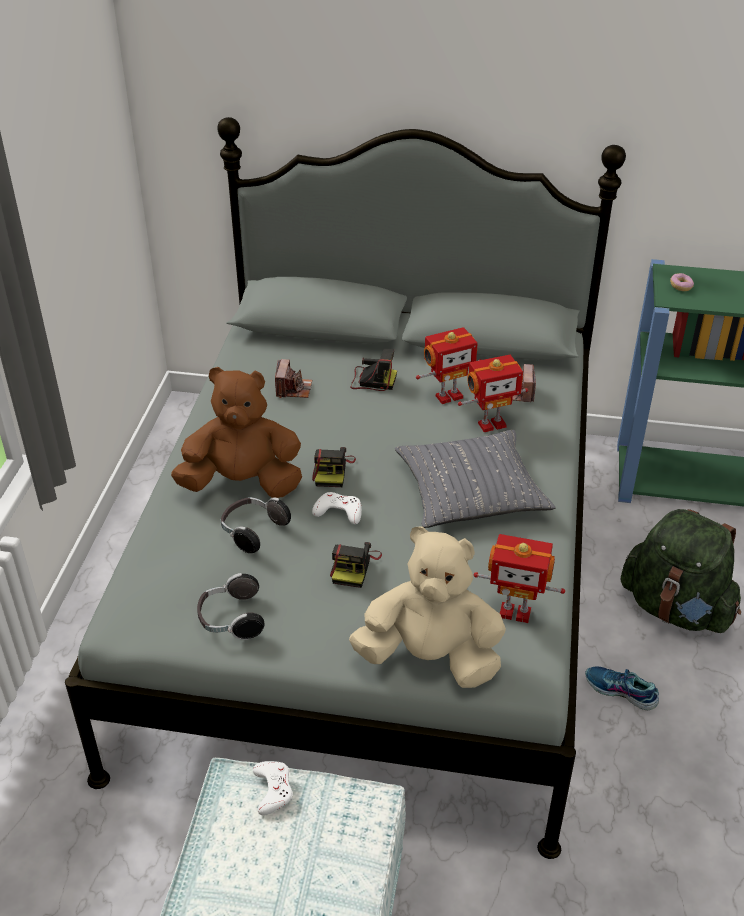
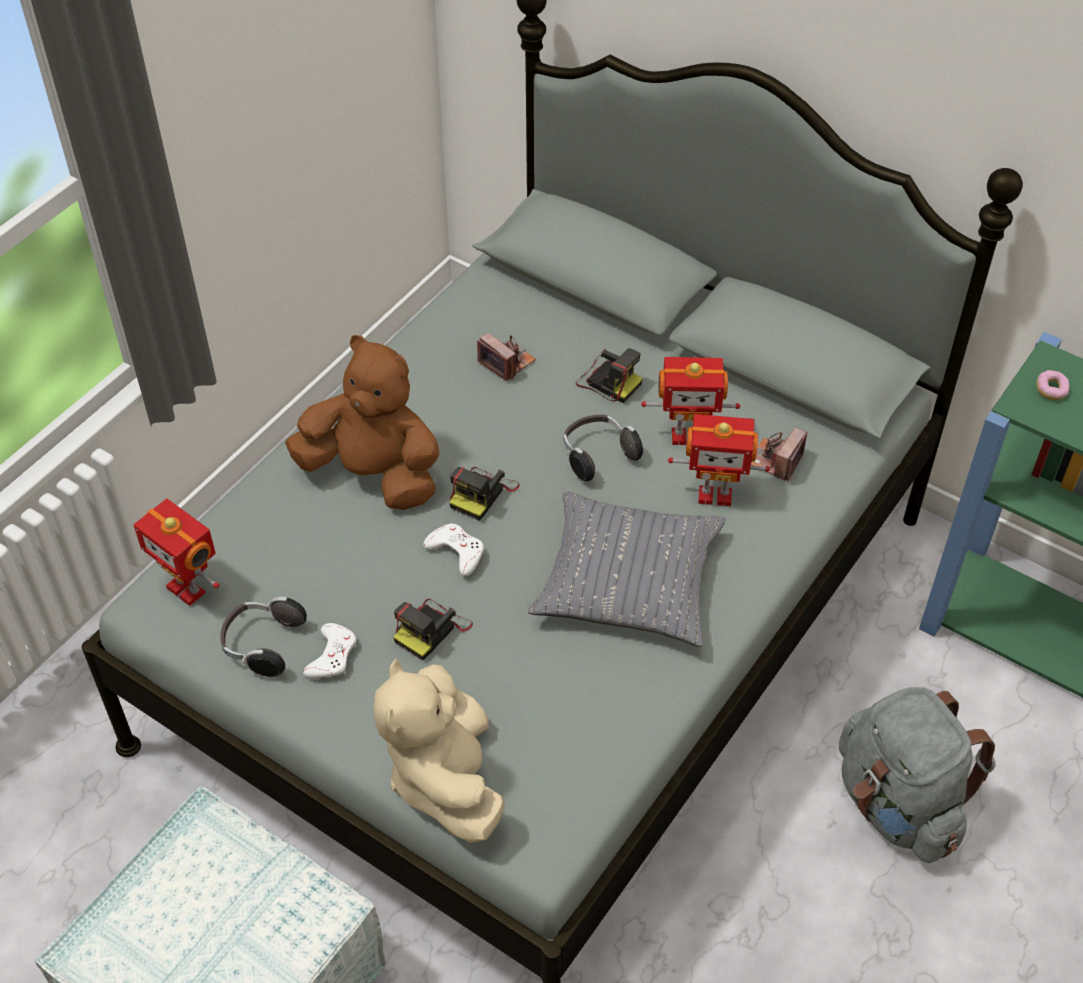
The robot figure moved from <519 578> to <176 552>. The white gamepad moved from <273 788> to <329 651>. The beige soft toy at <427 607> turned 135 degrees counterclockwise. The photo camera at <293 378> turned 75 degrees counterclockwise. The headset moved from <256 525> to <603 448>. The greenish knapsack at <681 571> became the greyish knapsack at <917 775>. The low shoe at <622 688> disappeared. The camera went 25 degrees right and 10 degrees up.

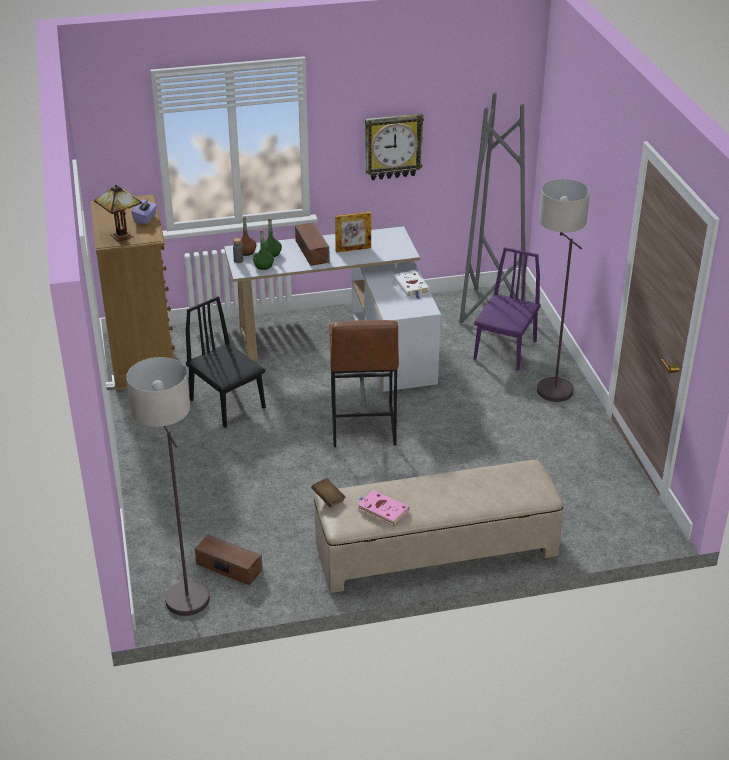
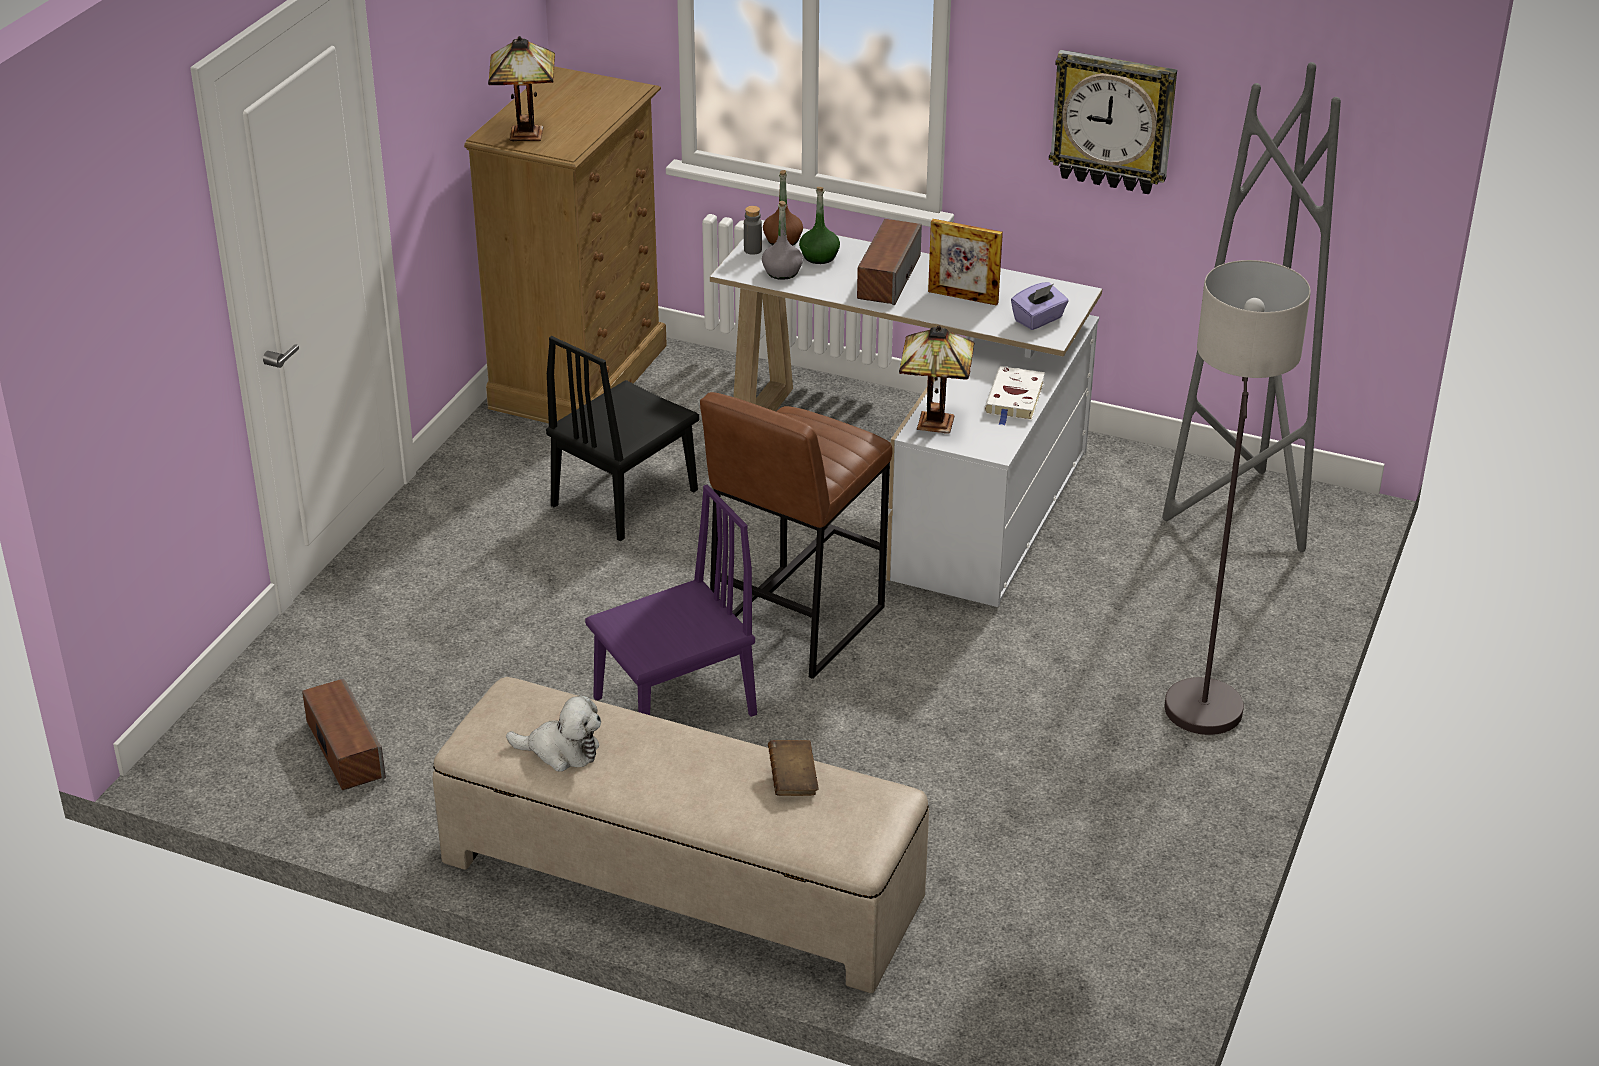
The pink-coloured bound book at <384 508> was replaced by the soft toy at <553 733>. The black-coloured plain chair at <226 362> turned 135 degrees counterclockwise. The purplish plain chair moved from <507 309> to <671 601>. The greenish beverage bottle at <263 250> became the greyish beverage bottle at <782 240>. The brown-coloured bound book moved from <328 493> to <793 768>. The tabletop lamp at <936 380> appeared. The purplish tissue holder moved from <144 211> to <1040 306>. The greyish standing lamp at <168 486> disappeared. The camera went 35 degrees right and 0 degrees up.

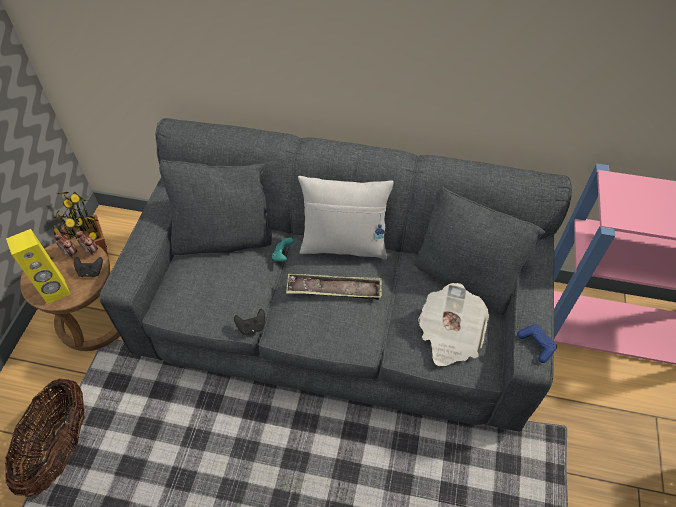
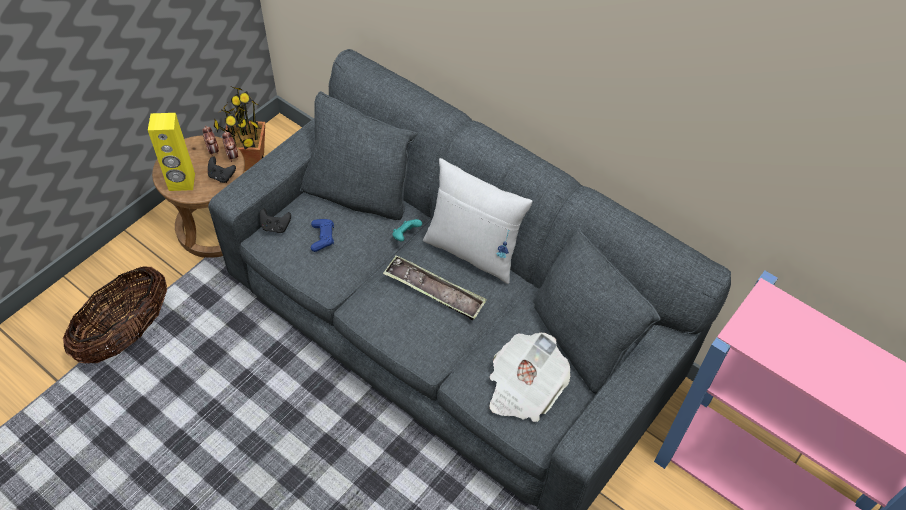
The black-coloured gamepad moved from <249 322> to <275 220>. The blue gamepad moved from <537 344> to <322 235>. The camera went 25 degrees right and 0 degrees up.

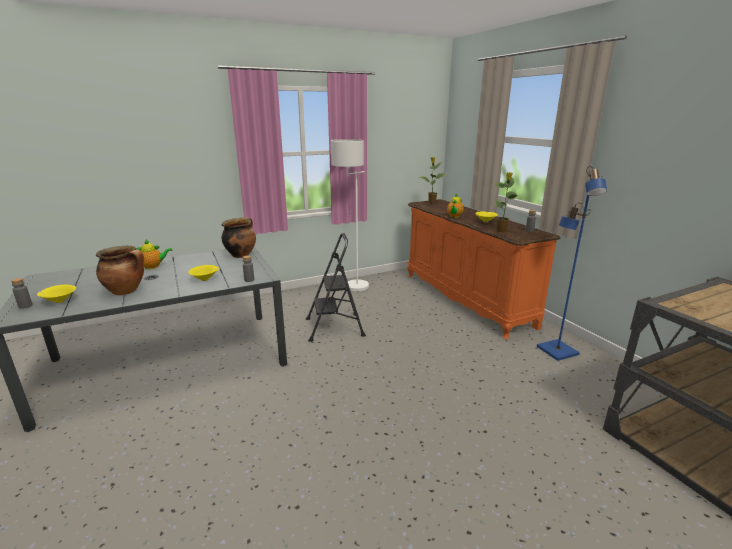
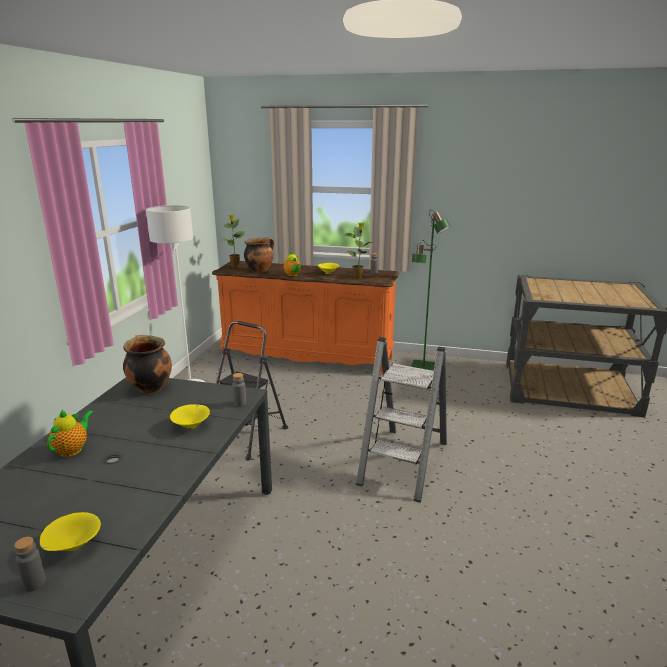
The cooking pot moved from <120 270> to <259 255>. The greyish stepladder at <401 420> appeared. The blue standing lamp at <572 263> became the greenish standing lamp at <430 290>. The camera went 50 degrees left and 0 degrees up.

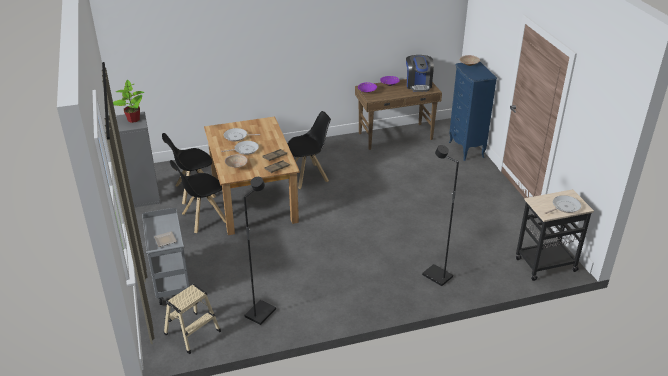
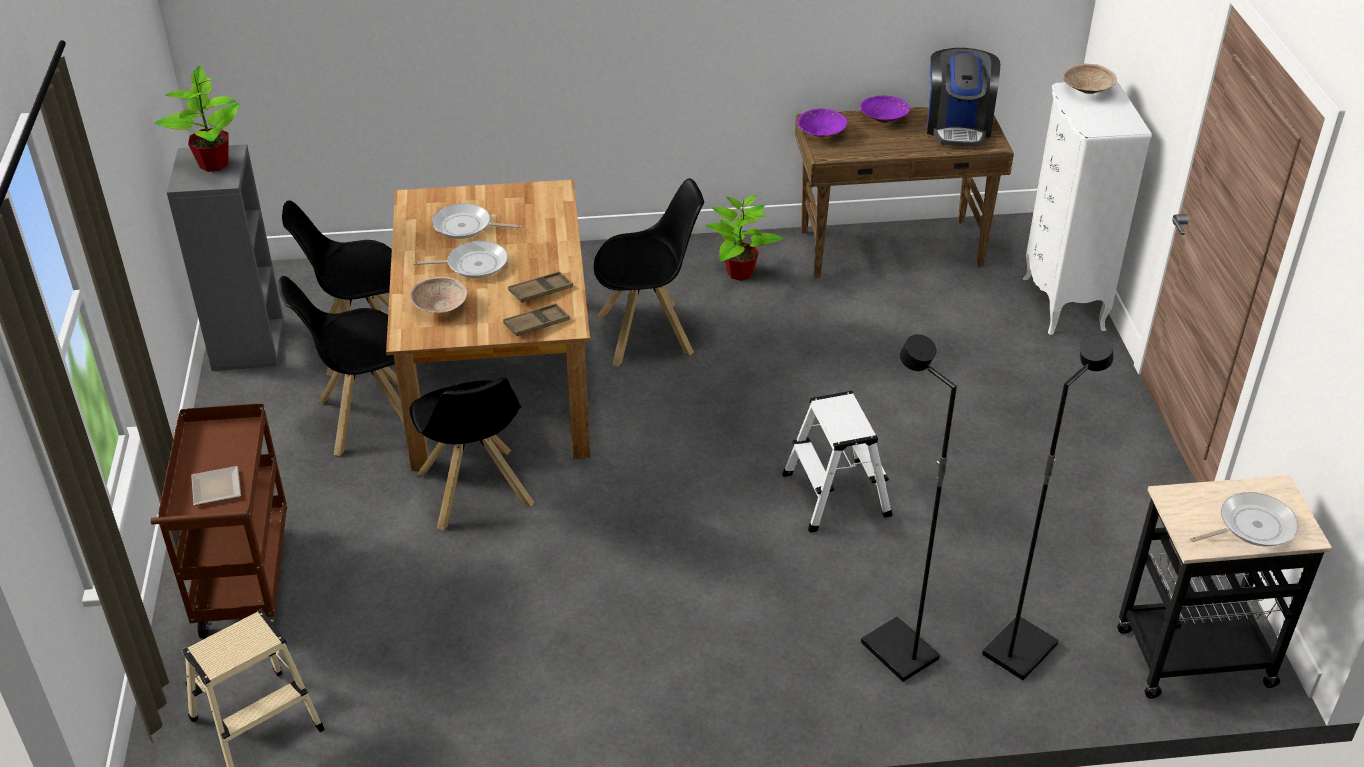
The greyish wheeled cart at <166 256> became the brown-coloured wheeled cart at <219 521>. The black-coloured plain chair at <471 454> appeared. The houseplant at <744 238> appeared. The white stepladder at <837 462> appeared. The black-coloured standing lamp moved from <260 251> to <1047 507>. The blue drawer chest at <473 111> became the white drawer chest at <1087 208>. The camera went 10 degrees right and 5 degrees up.

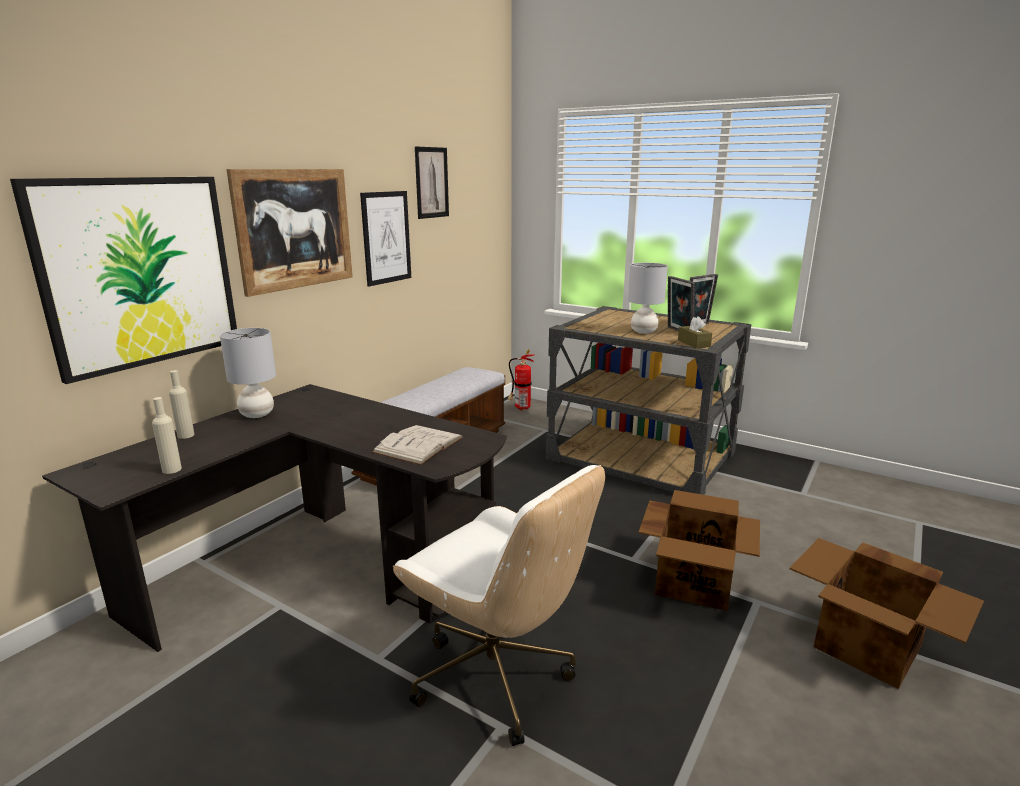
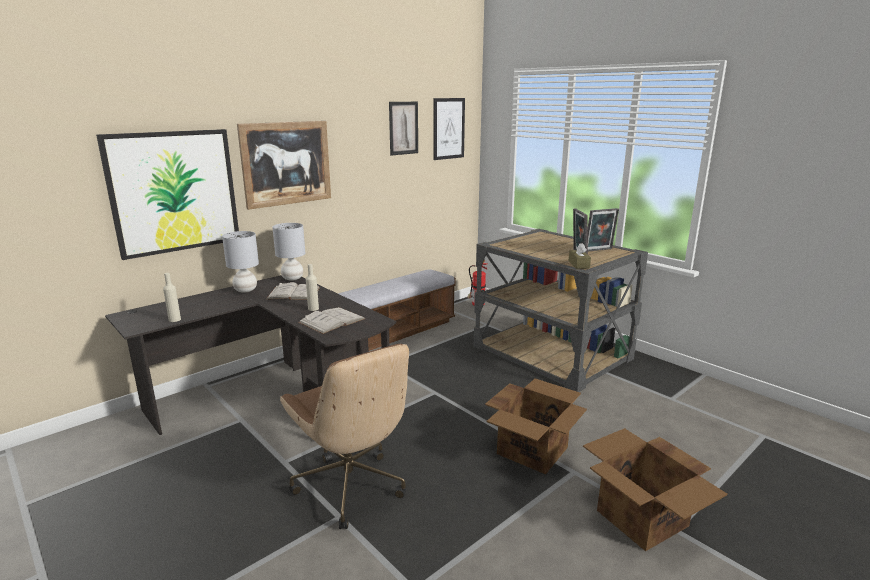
The white bound book at <293 291> appeared. The greyish tabletop lamp moved from <648 298> to <288 252>. The white desk chair at <499 605> became the brown-coloured desk chair at <344 436>. The beige beverage bottle moved from <182 404> to <312 287>. The picture moved from <385 239> to <449 129>. The camera went 15 degrees right and 0 degrees up.

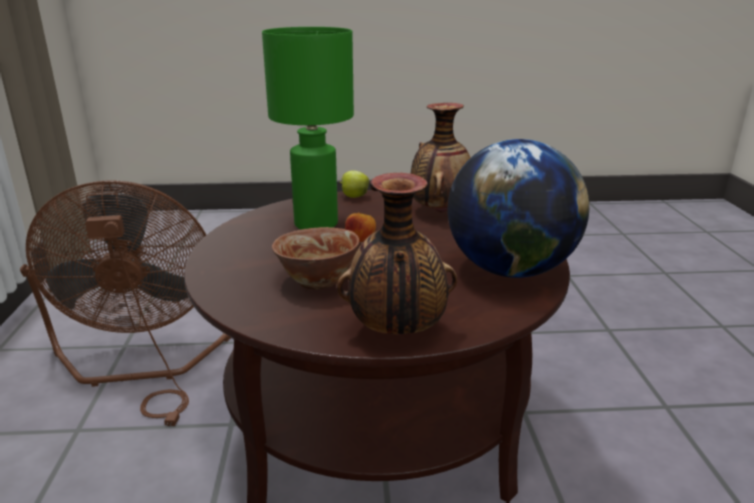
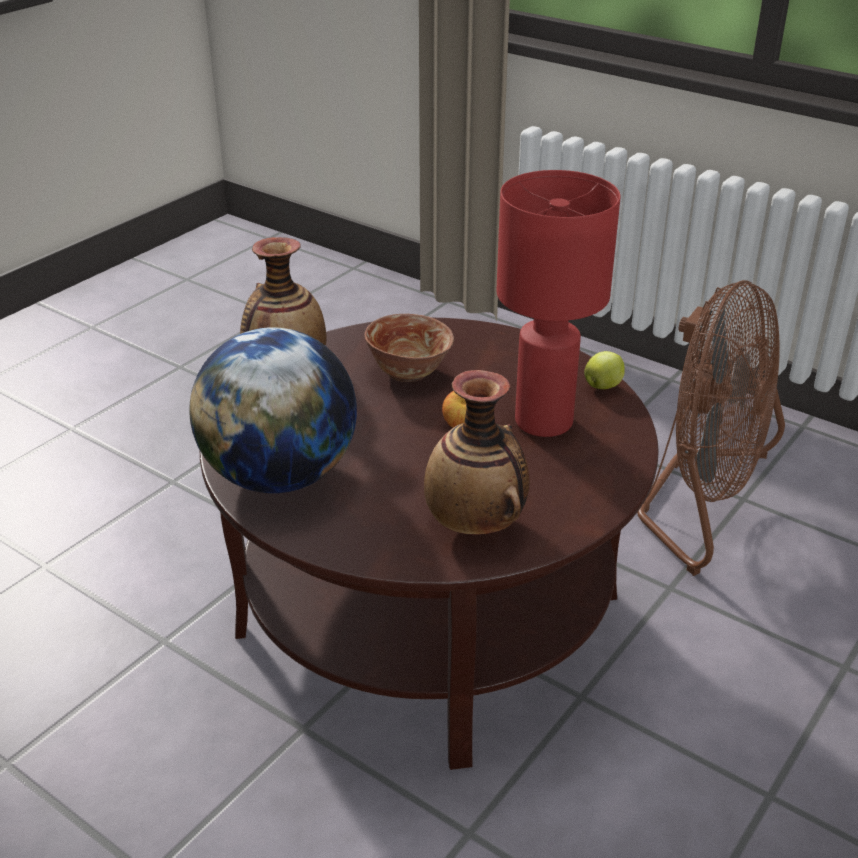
The greenish tabletop lamp at <308 128> became the reddish tabletop lamp at <558 303>. The apple fruit moved from <354 184> to <604 370>. The camera went 130 degrees right and 10 degrees up.

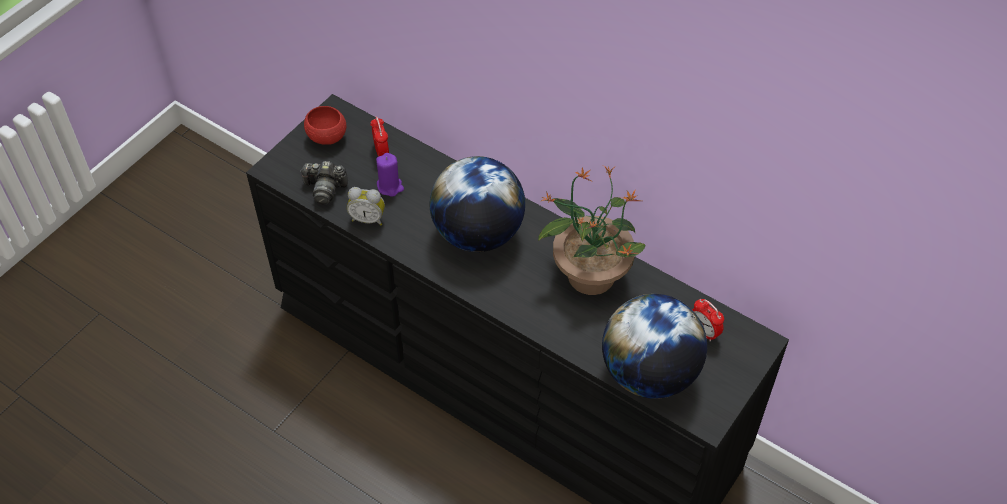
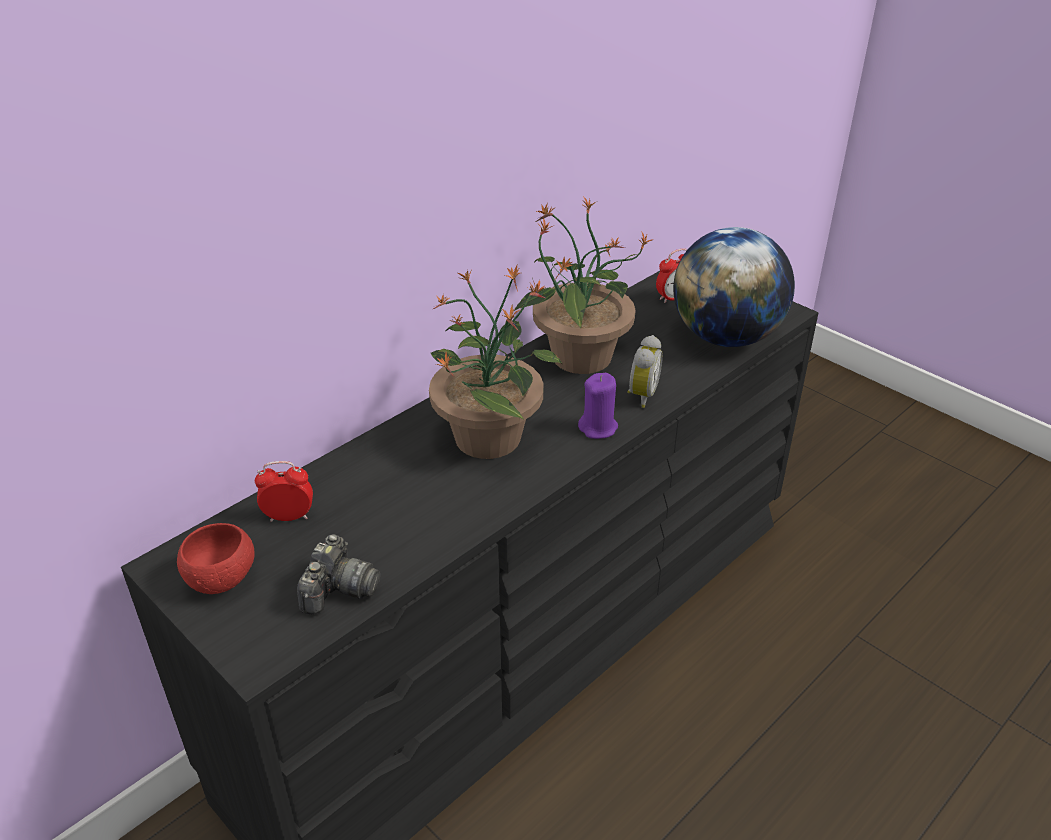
The world globe at <477 204> was replaced by the houseplant at <495 362>. The purplish wax light moved from <390 175> to <598 406>. The table clock moved from <366 206> to <645 371>. The camera went 80 degrees left and 15 degrees down.

